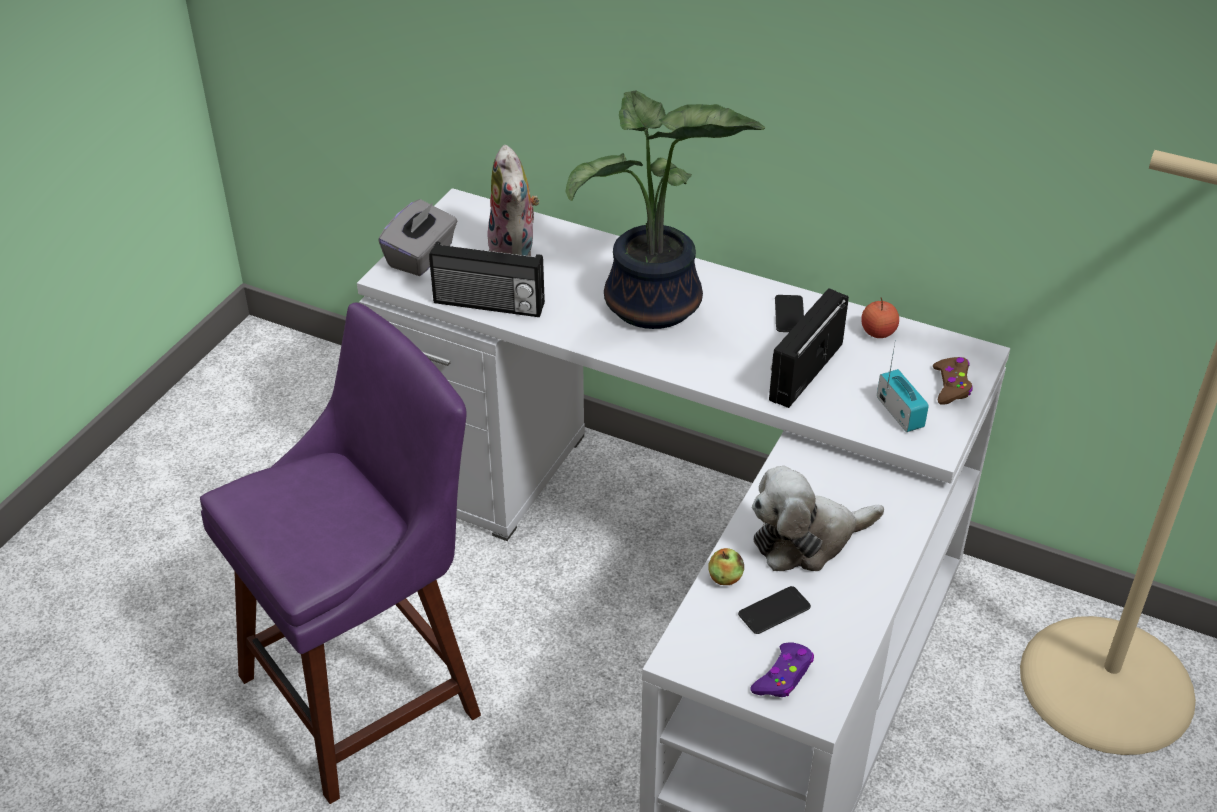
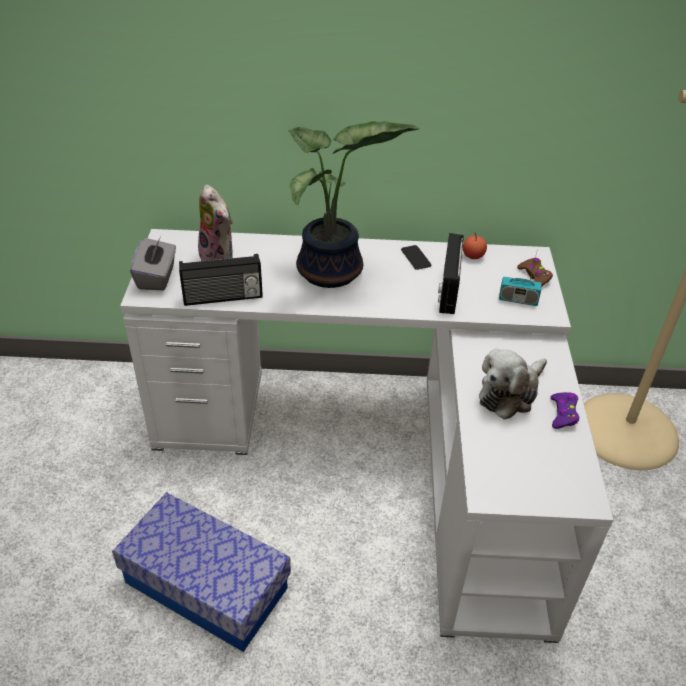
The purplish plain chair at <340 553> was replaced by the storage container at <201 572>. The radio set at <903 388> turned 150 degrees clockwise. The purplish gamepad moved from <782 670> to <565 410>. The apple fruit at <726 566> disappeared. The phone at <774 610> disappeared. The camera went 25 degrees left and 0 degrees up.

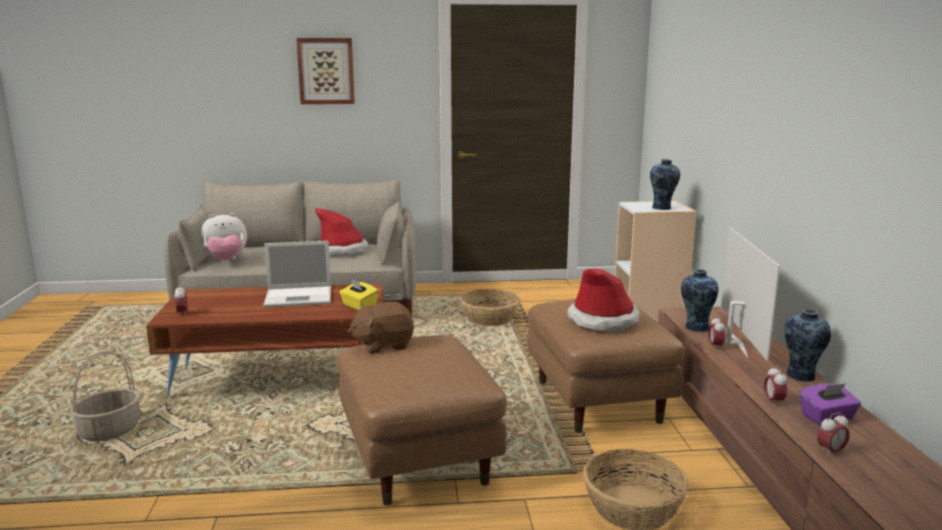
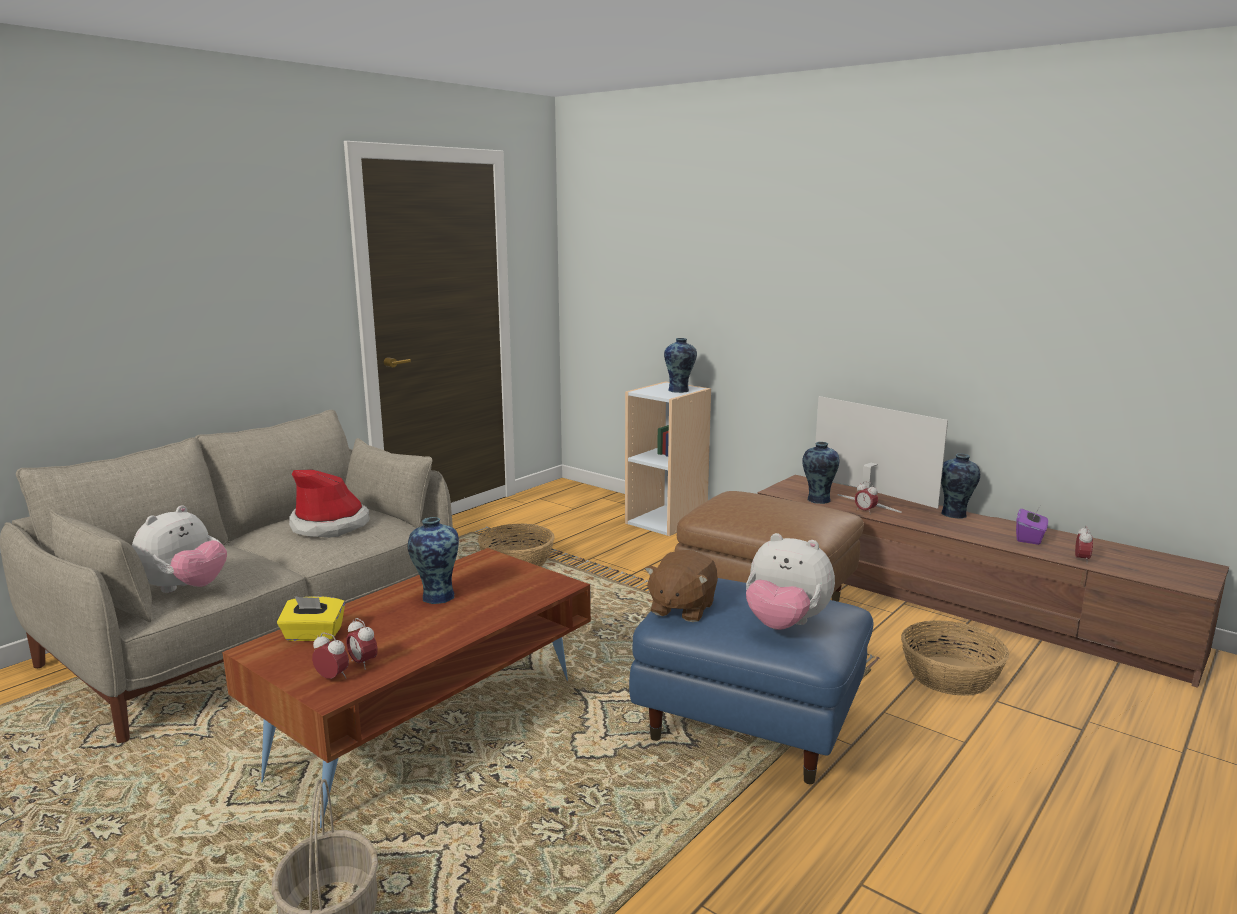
The yellow-coloured tissue holder moved from <359 294> to <311 618>. The table clock moved from <775 385> to <362 644>. The notebook computer at <297 274> was replaced by the decorative vase at <433 560>. The brown-coloured footrest at <421 420> became the blue footrest at <751 681>. The soft toy at <790 581> appeared. The picture at <325 71> disappeared. The wearable hat at <603 300> disappeared. The camera went 45 degrees left and 0 degrees up.

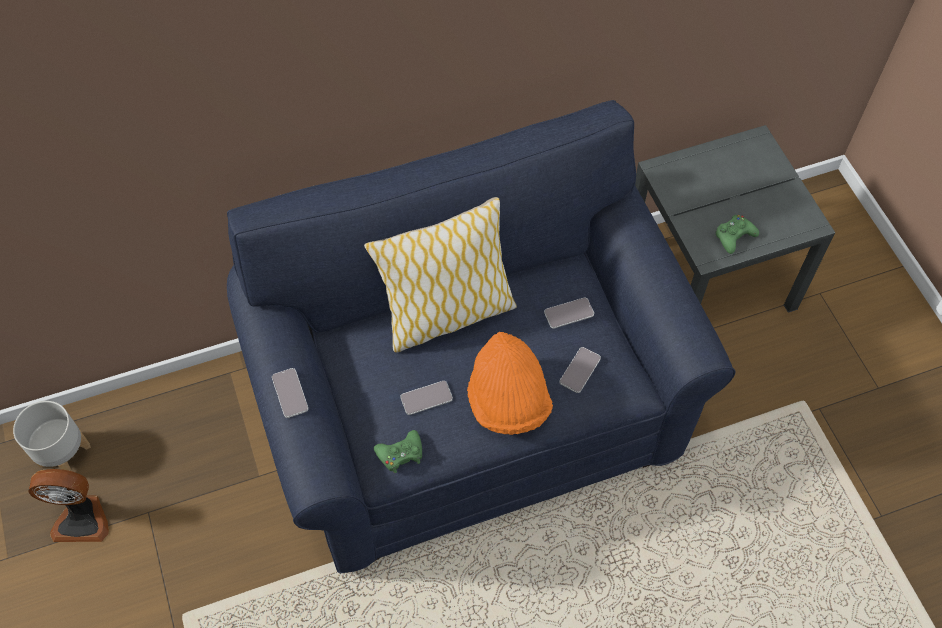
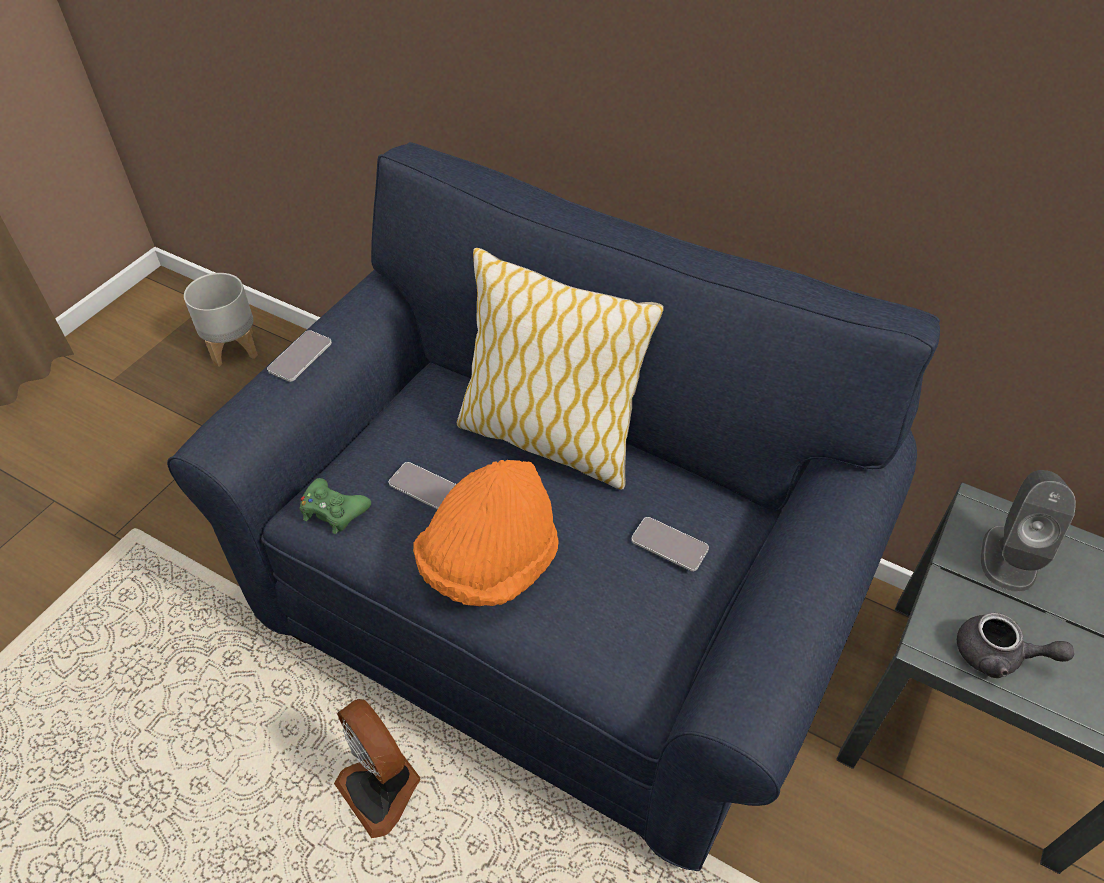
The fan moved from <69 505> to <377 768>. The greenish gamepad at <737 234> was replaced by the greyish teapot at <1015 645>. The greyish speaker at <1028 531> appeared. The phone at <580 370> disappeared. The camera went 50 degrees right and 10 degrees down.

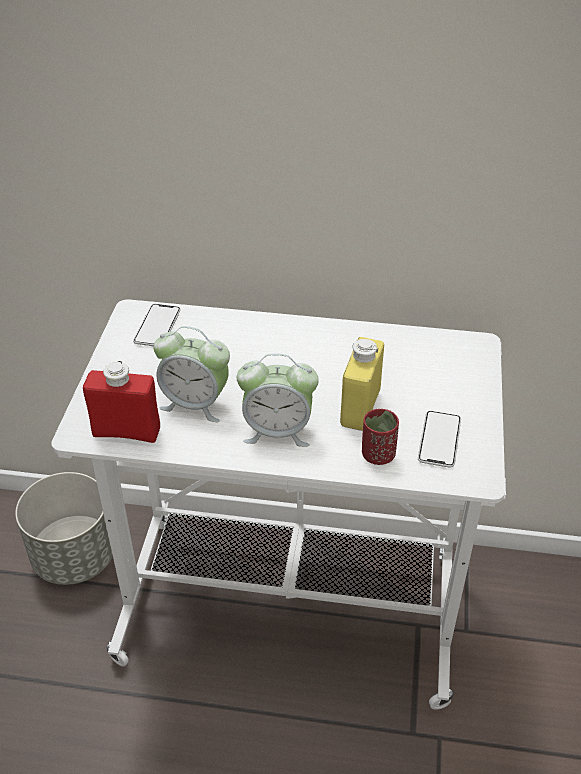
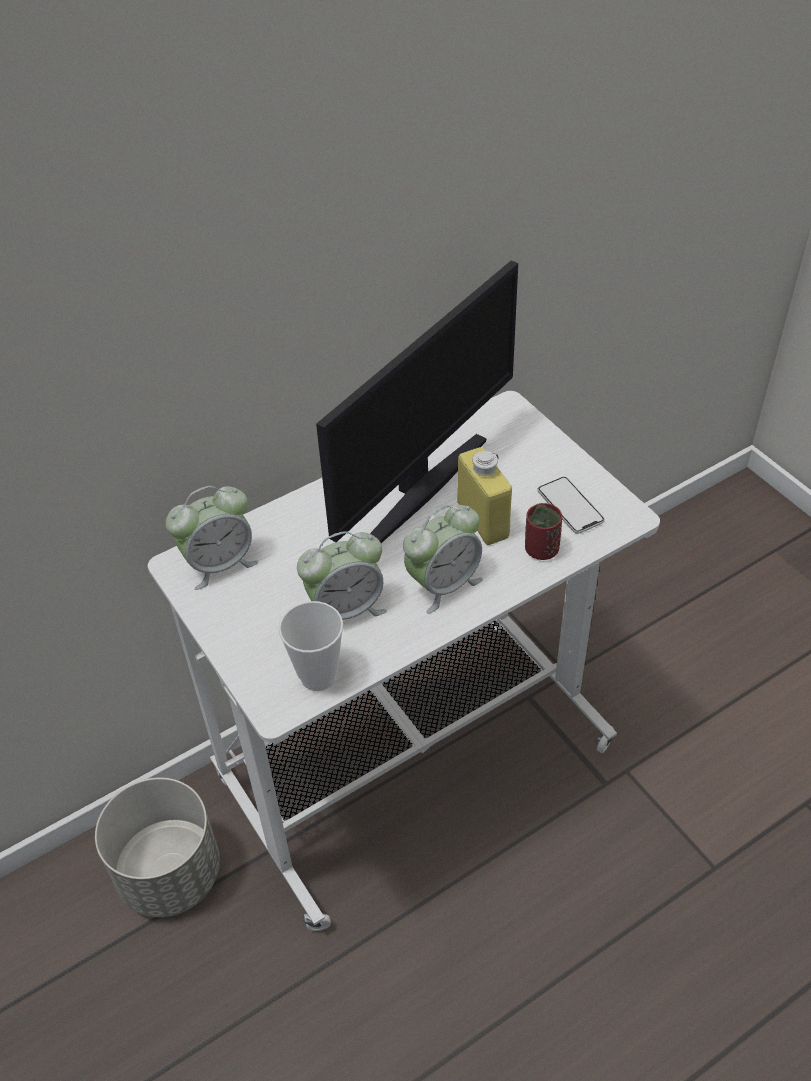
The phone at <157 325> was replaced by the table clock at <212 538>. The reddish beverage bottle at <121 402> was replaced by the cup at <311 646>. The computer display at <417 402> appeared. The camera went 40 degrees left and 5 degrees up.

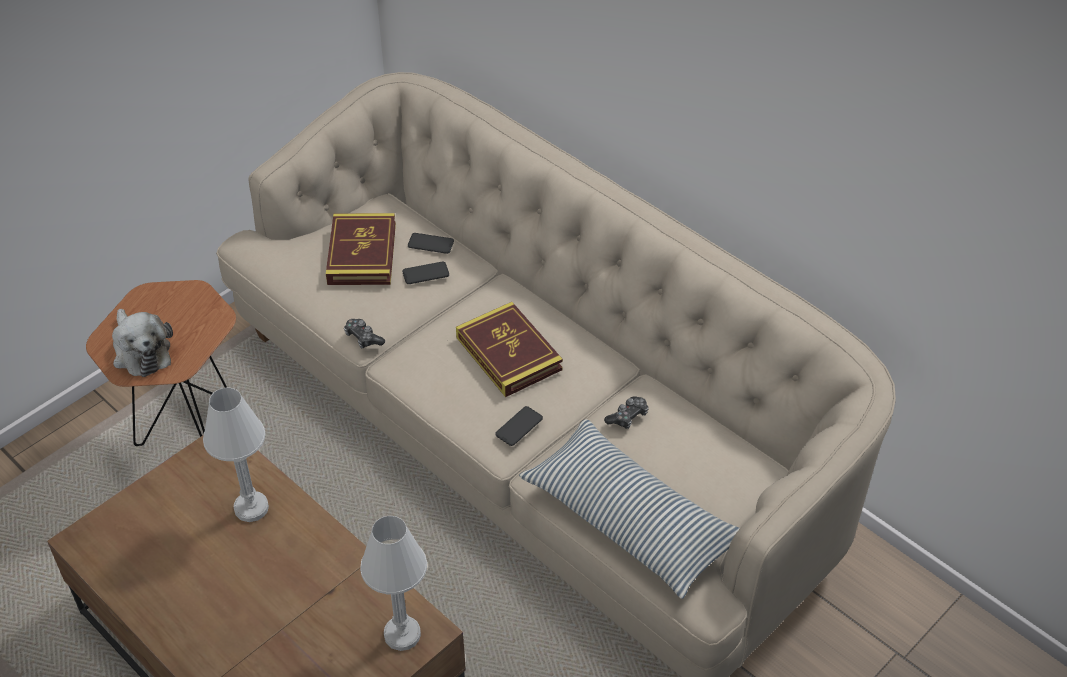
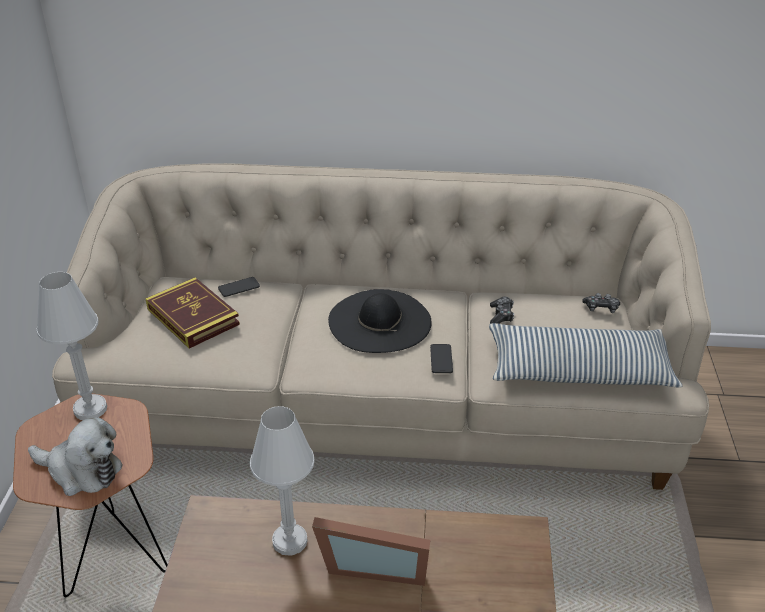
The white tabletop lamp moved from <393 583> to <72 346>. The photo frame at <371 551> appeared. The bound book at <509 349> was replaced by the black-coloured wearable hat at <380 321>. The gamepad moved from <364 334> to <601 303>. The phone at <425 272> disappeared. The camera went 40 degrees left and 10 degrees down.

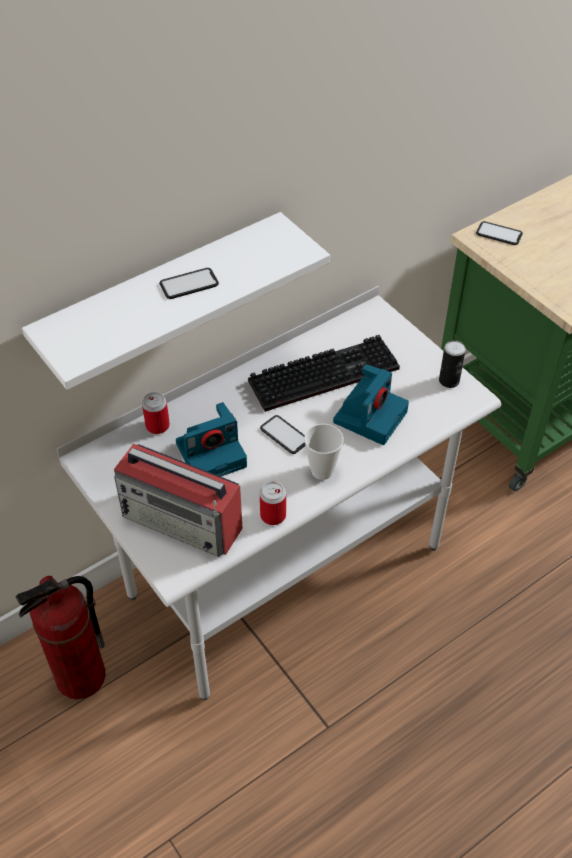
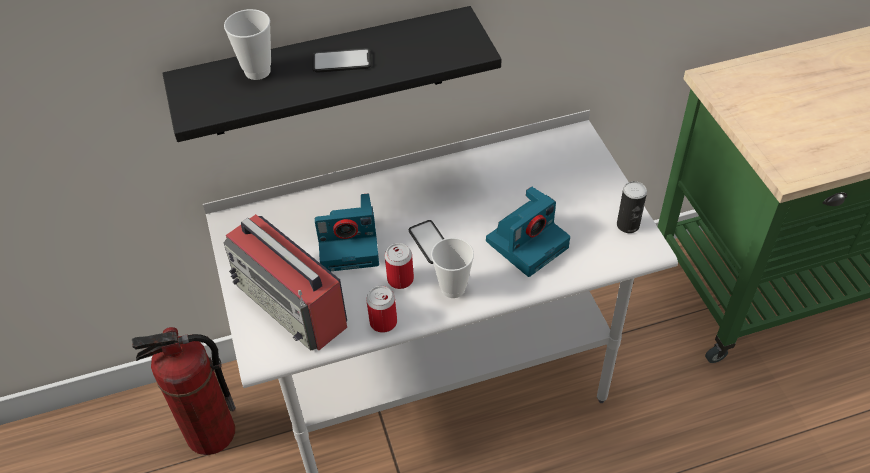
The white bracket shelf at <176 301> became the black-coloured bracket shelf at <331 74>. The cup at <247 44> appeared. The sealed can moved from <156 413> to <399 266>. The computer keyboard at <324 373> disappeared. The phone at <499 233> disappeared. The camera went 20 degrees right and 0 degrees up.

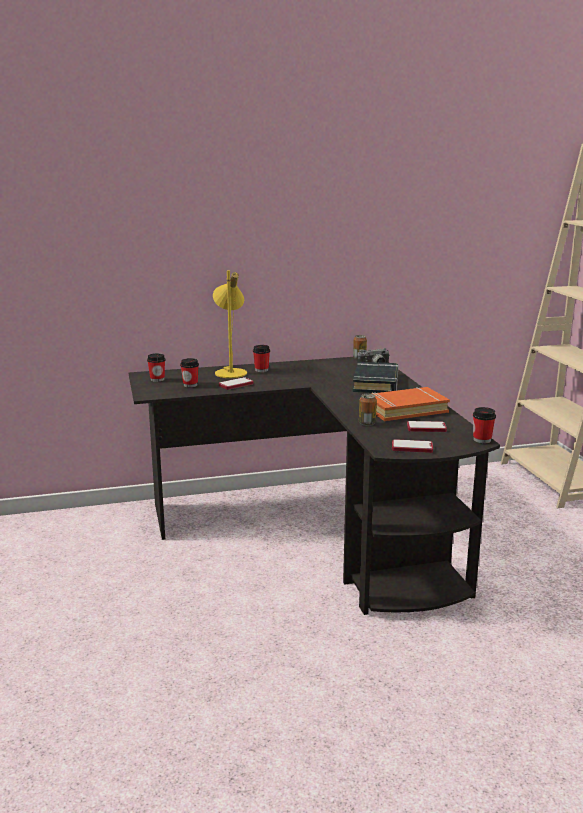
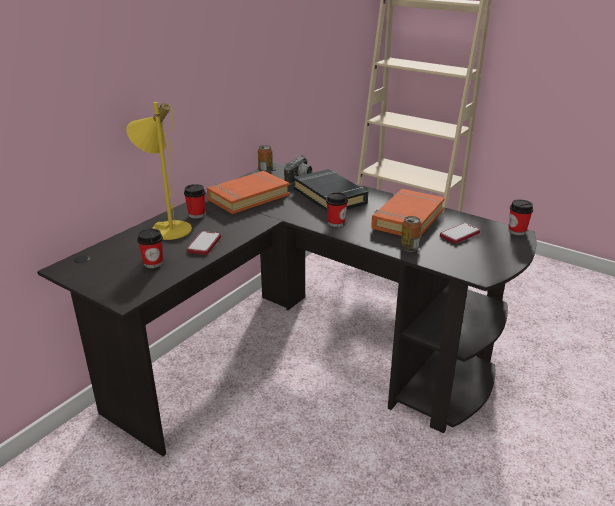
The orange bound book at <248 192> appeared. The cup moved from <156 367> to <337 209>. The phone at <412 446> disappeared. The camera went 40 degrees left and 10 degrees up.

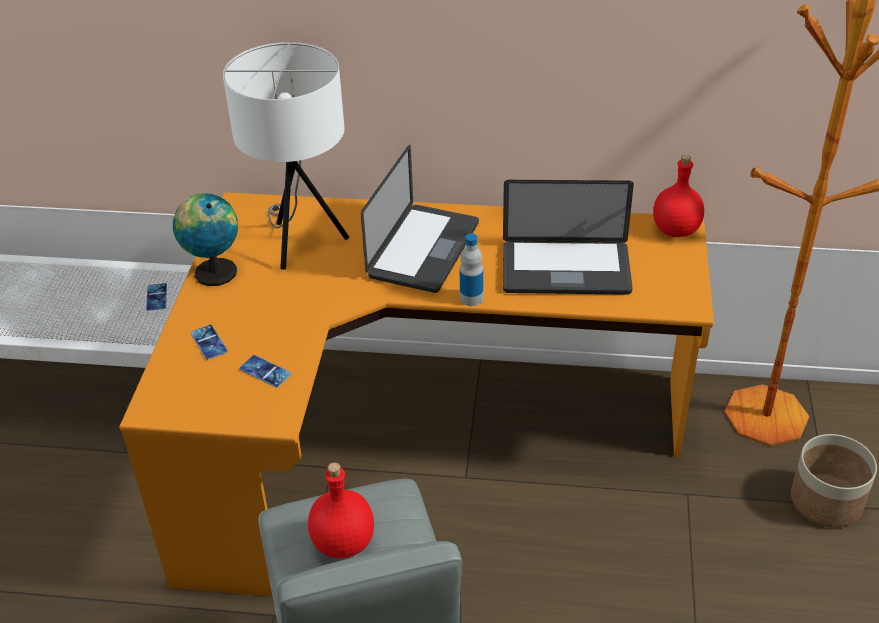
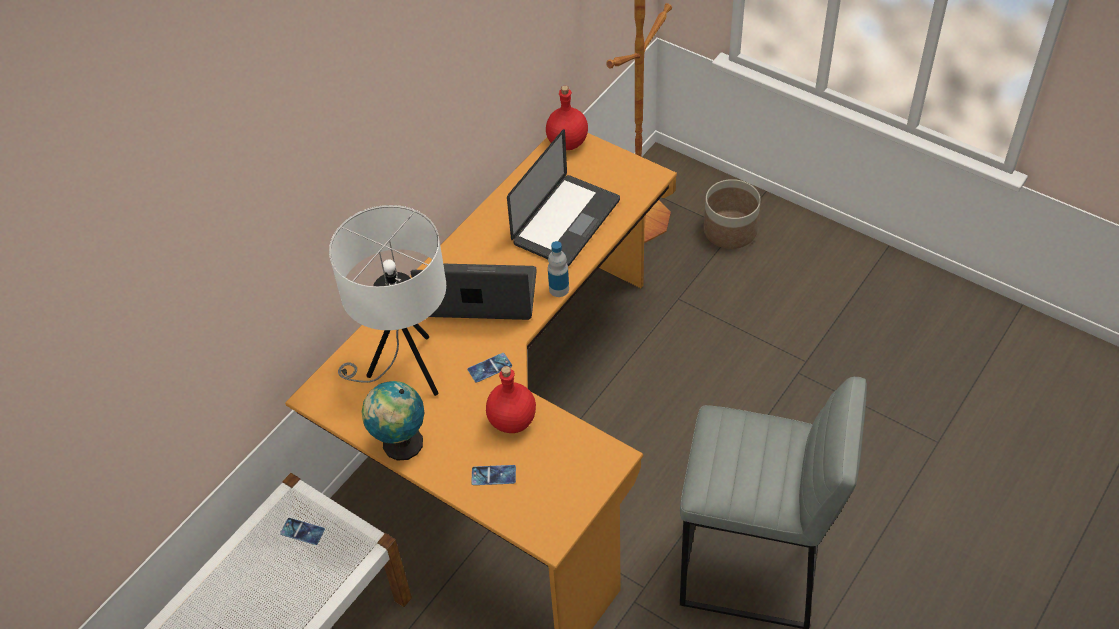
The notebook computer at <420 219> turned 45 degrees counterclockwise. The phone moved from <265 371> to <490 368>. The reddish beverage bottle moved from <341 510> to <511 399>. The camera went 60 degrees left and 10 degrees up.

